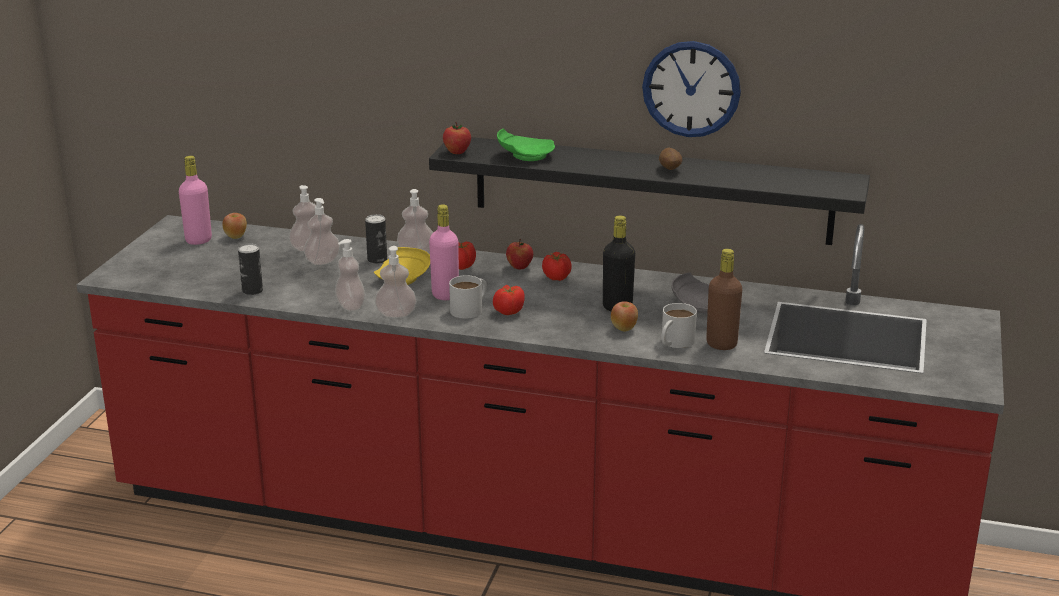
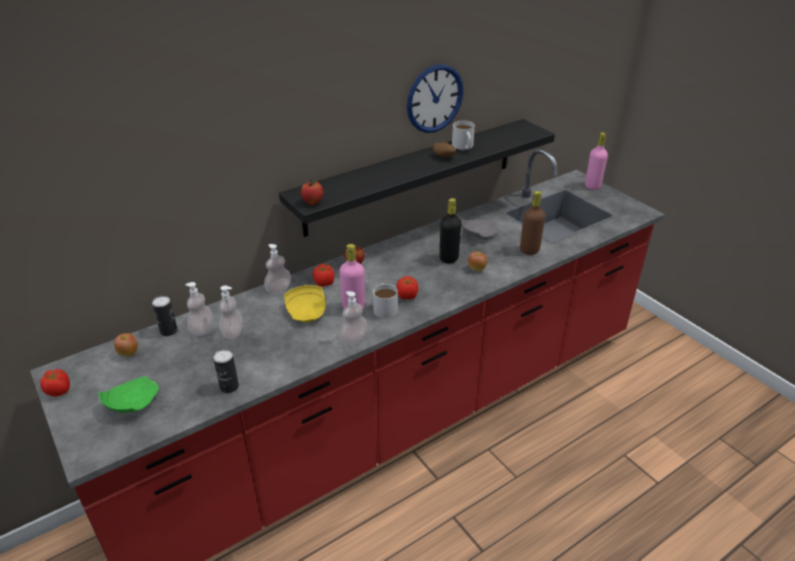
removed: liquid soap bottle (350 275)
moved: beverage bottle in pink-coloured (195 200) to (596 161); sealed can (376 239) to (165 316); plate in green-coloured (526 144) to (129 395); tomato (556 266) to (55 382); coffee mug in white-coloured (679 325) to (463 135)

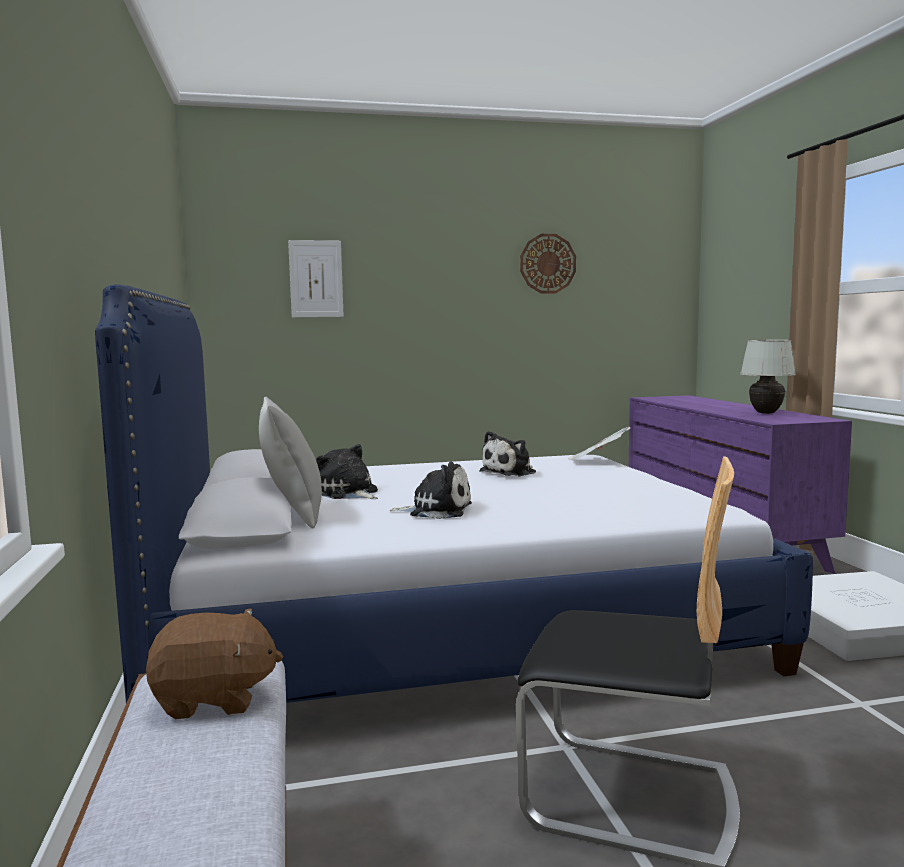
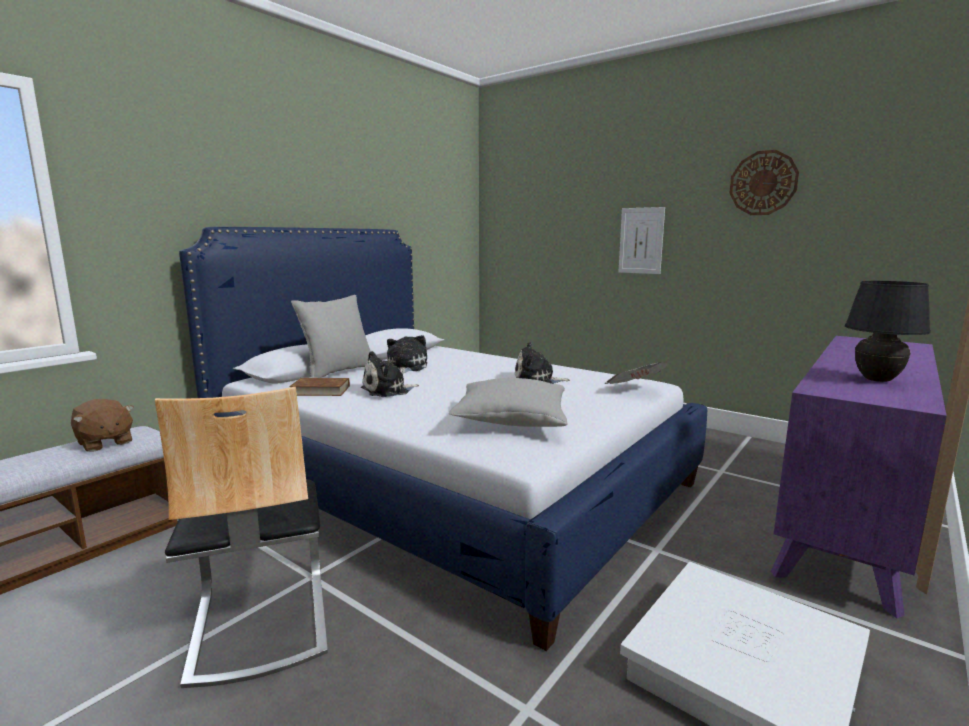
added: volume in brown (319 387); cushion in grey (508 402)
moved: picture (316 278) to (641 240)
recoloured: tabletop lamp in white-coloured (768 377) to tabletop lamp in blackish (888 331)
turned: plush toy (431 490) = (390 374) 90 degrees clockwise

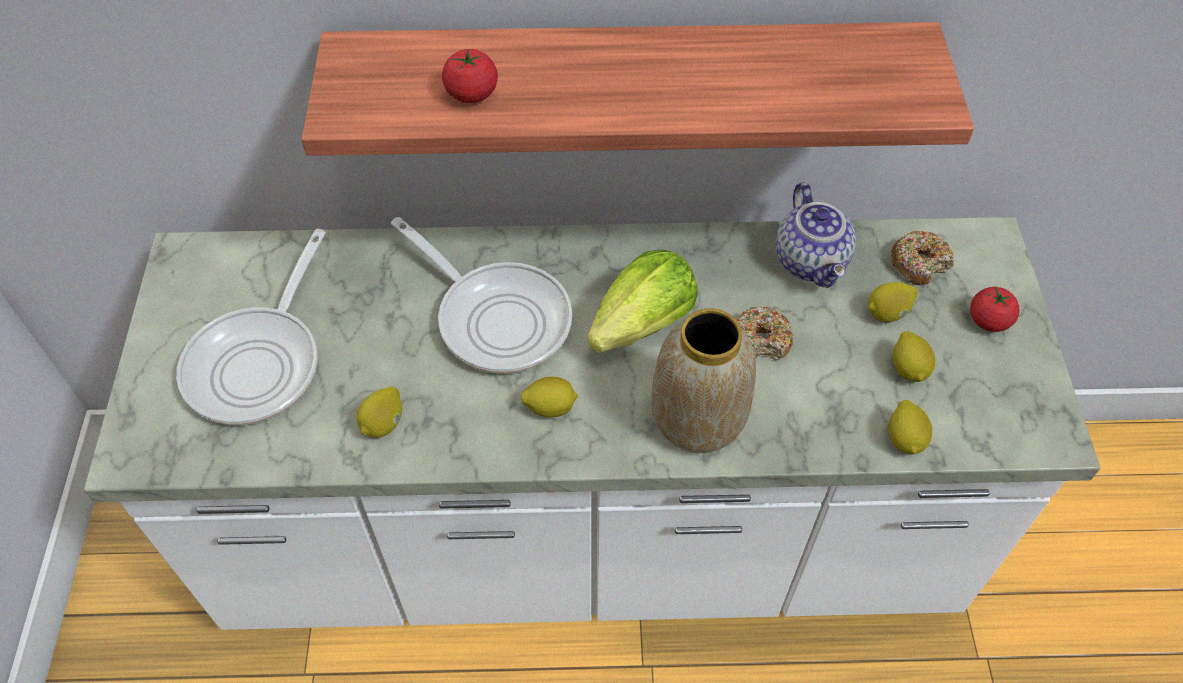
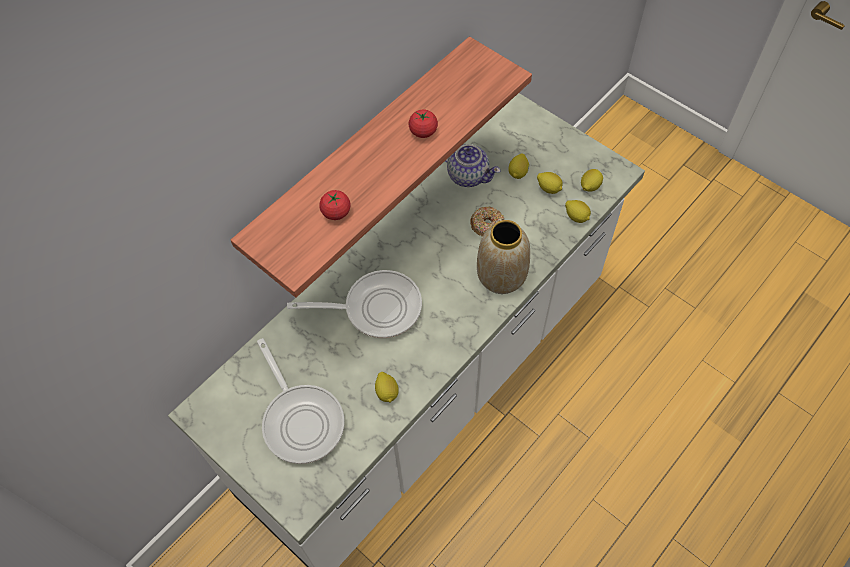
removed: lettuce (642 301); donut (922 258)
moved: whole lemon (549 397) to (592 180); tomato (994 309) to (423 123)

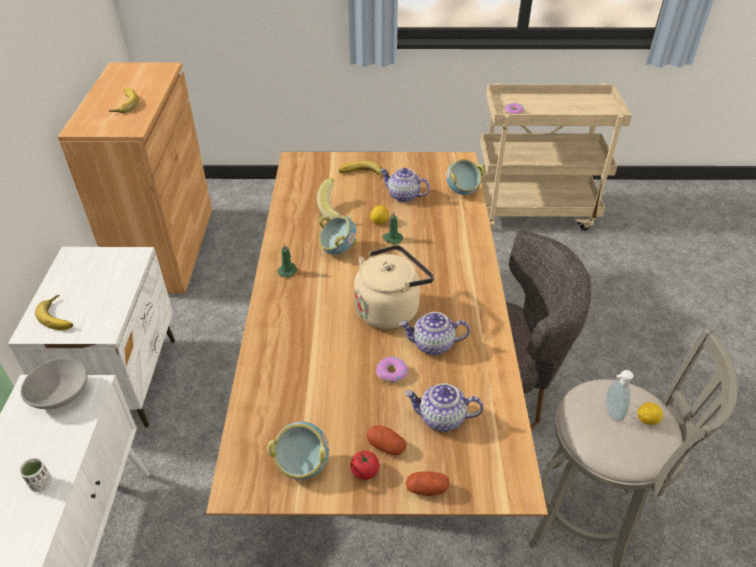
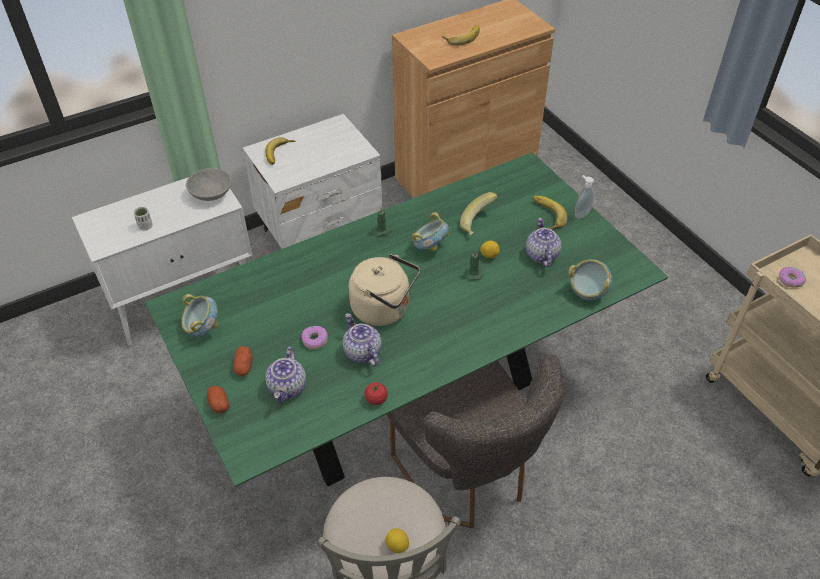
moved: tomato (364 465) to (376 393); liquid soap bottle (619 396) to (585 197)
recoloured: dinner table in brown (377 334) to dinner table in green-coloured (406 319)
turned: pot for tea (444 407) = (285 375) 150 degrees counterclockwise

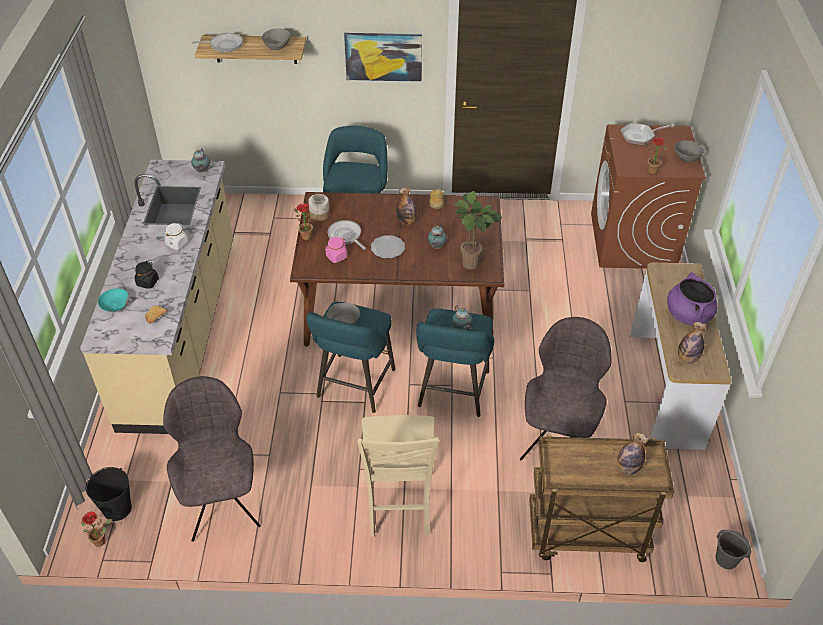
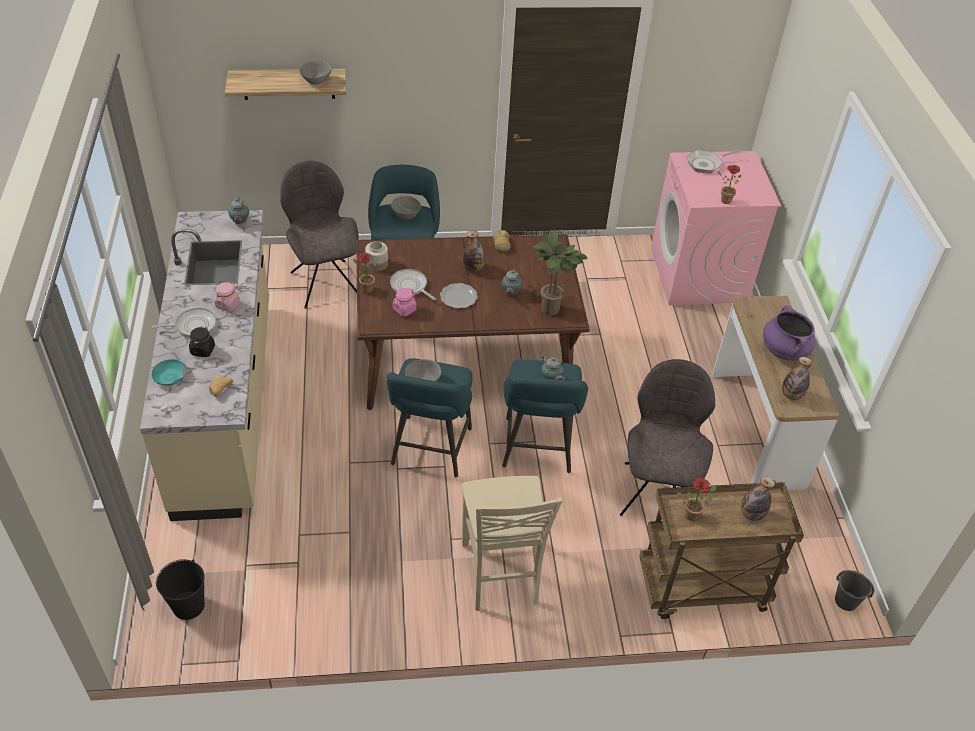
removed: picture (383 57)
moved: plant in a pot (96 529) to (697 499); chair in grey (212 459) to (319 235); frying pan (217 42) to (184 323); deep dish in grey (689 151) to (406 208)
recoloured: storage jar in white-coloured (176 236) to storage jar in pink-coloured (227 297); laundry appliance in brown (648 196) to laundry appliance in pink-coloured (716 228)

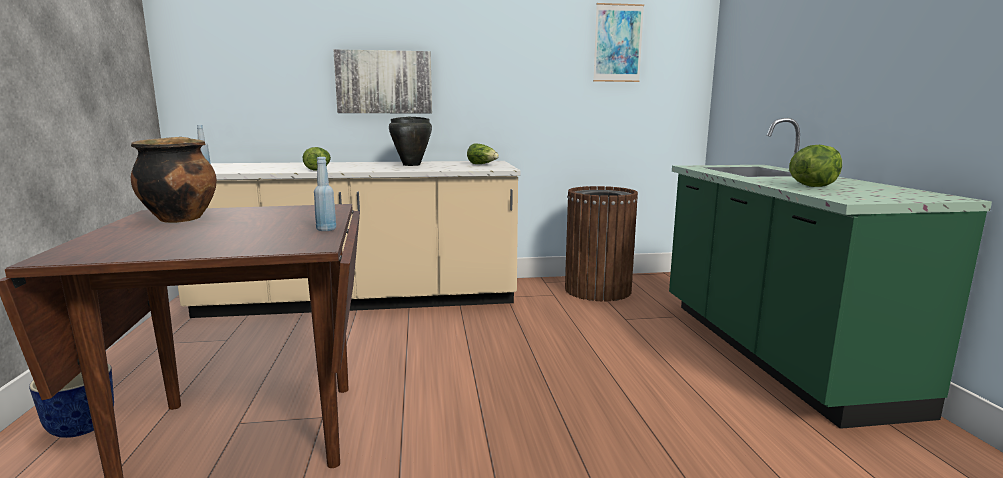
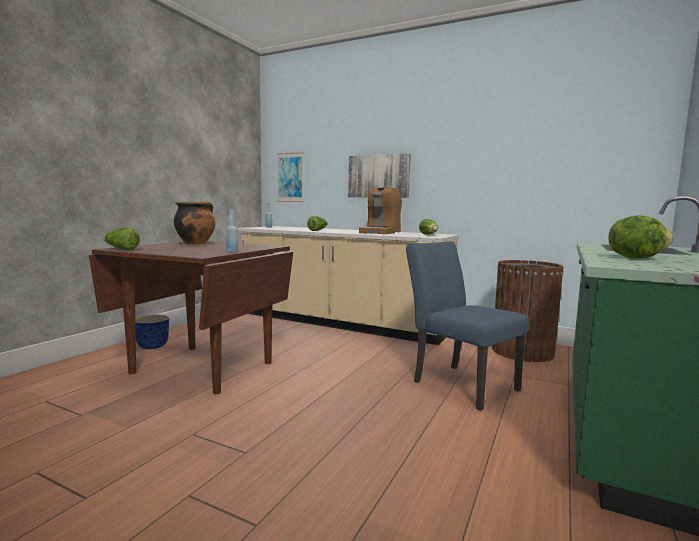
added: lettuce (121 238); chair in blue (467 326)
moved: picture (618 42) to (290 177)
replaced: stockpot in blackish (410 141) to coffee brewer (380 210)

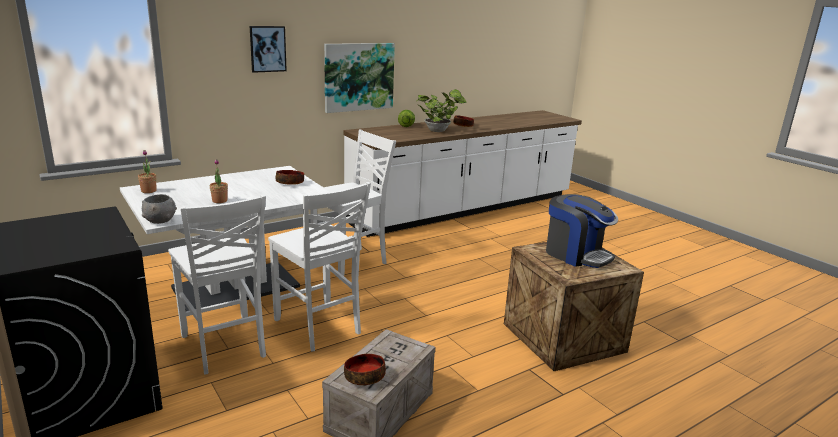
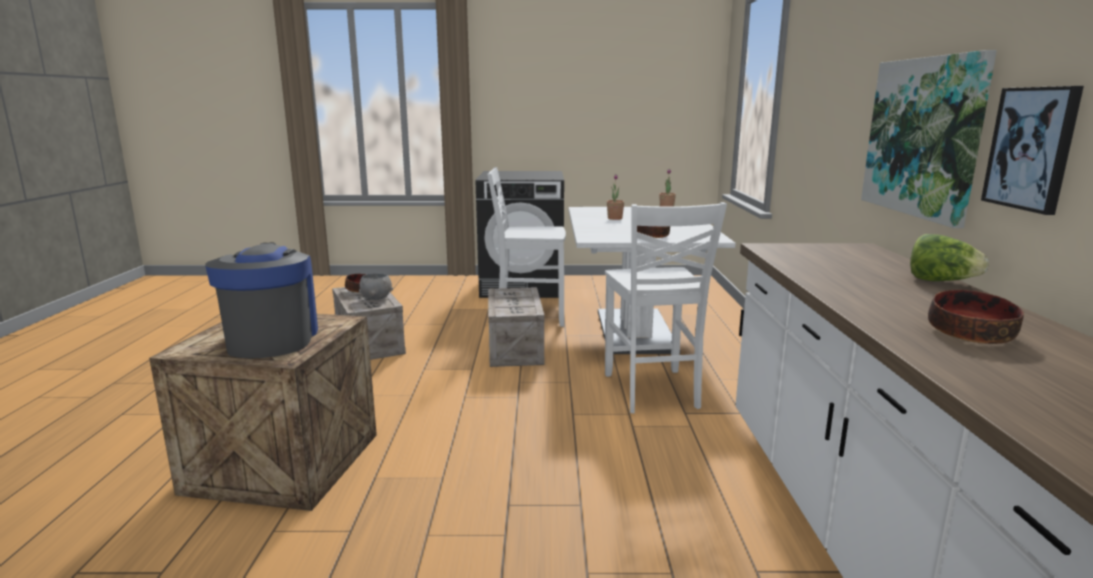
removed: plant in a pot (441 110)
moved: deep dish in grey (159 209) to (376 286); picture (268 49) to (1032 150)
replaced: chair in white-coloured (319 267) to crate (516 327)
turned: coffee brewer (582 231) = (261 300) 90 degrees clockwise

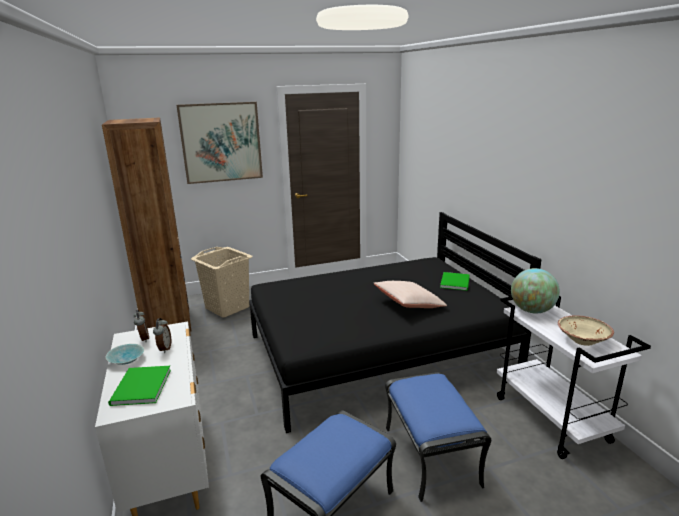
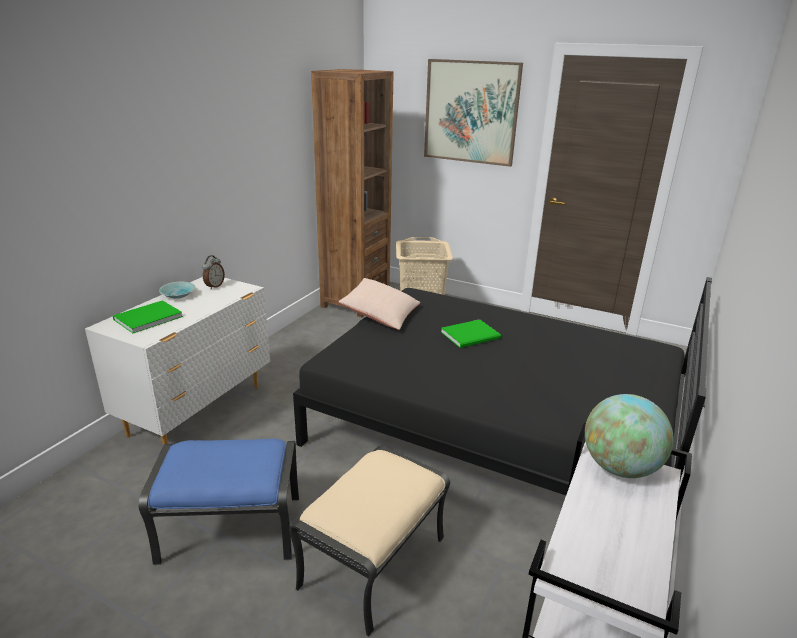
removed: bedside clock (162 335); deep dish in sand-coloured (586 330)
moved: cushion in sand-coloured (410 294) to (379 304); volume in green-coloured (455 281) to (471 333)
recoloured: ottoman in blue (438 437) to ottoman in sand-coloured (369 541)

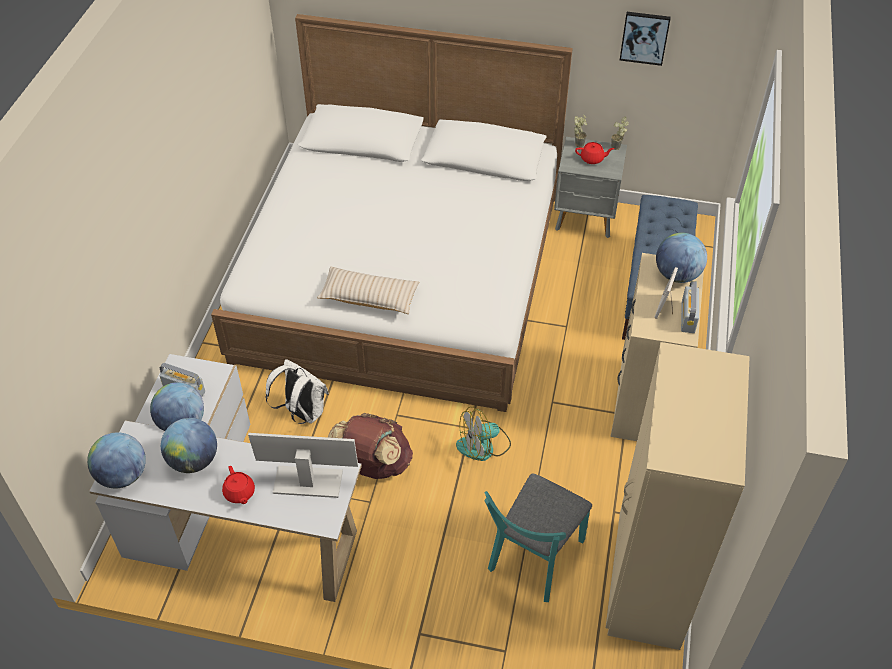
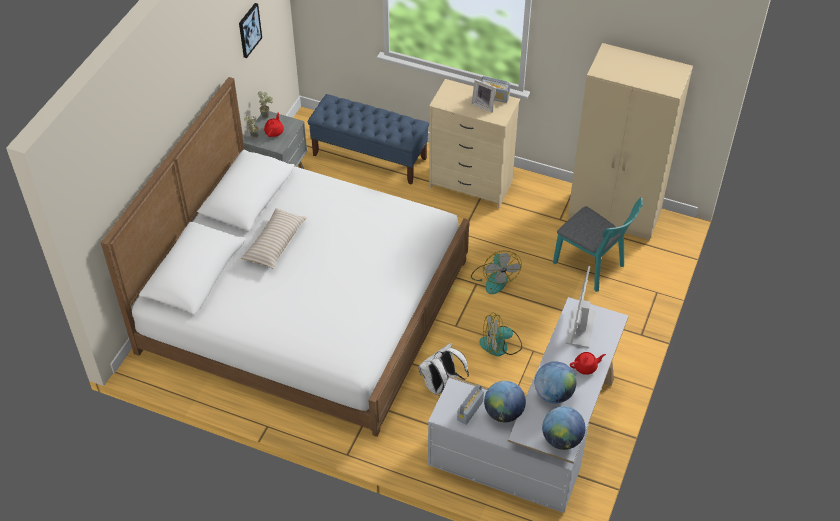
removed: globe (681 258)
moved: cushion in sand-coloured (368 290) to (274 238)
replaced: backpack in brown (370 446) to fan (500 334)

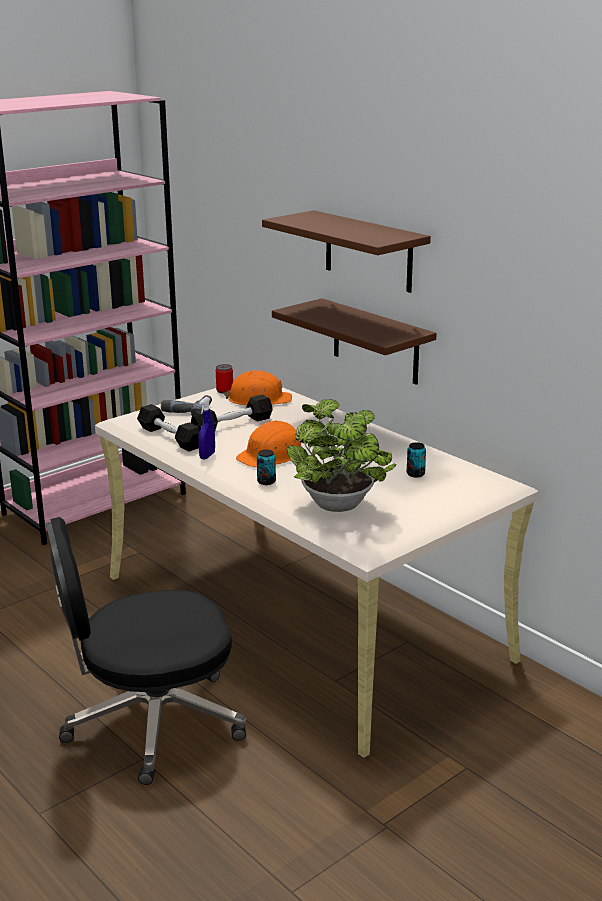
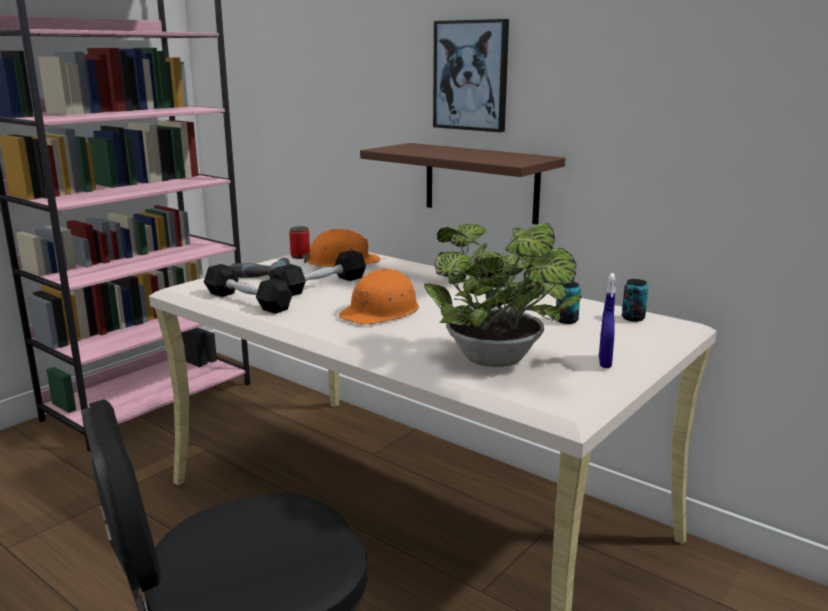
moved: hand sprayer in blue (206 428) to (607 320); sealed can (266 467) to (635 300)
replaced: shelf in brown (346 251) to picture (471 75)

